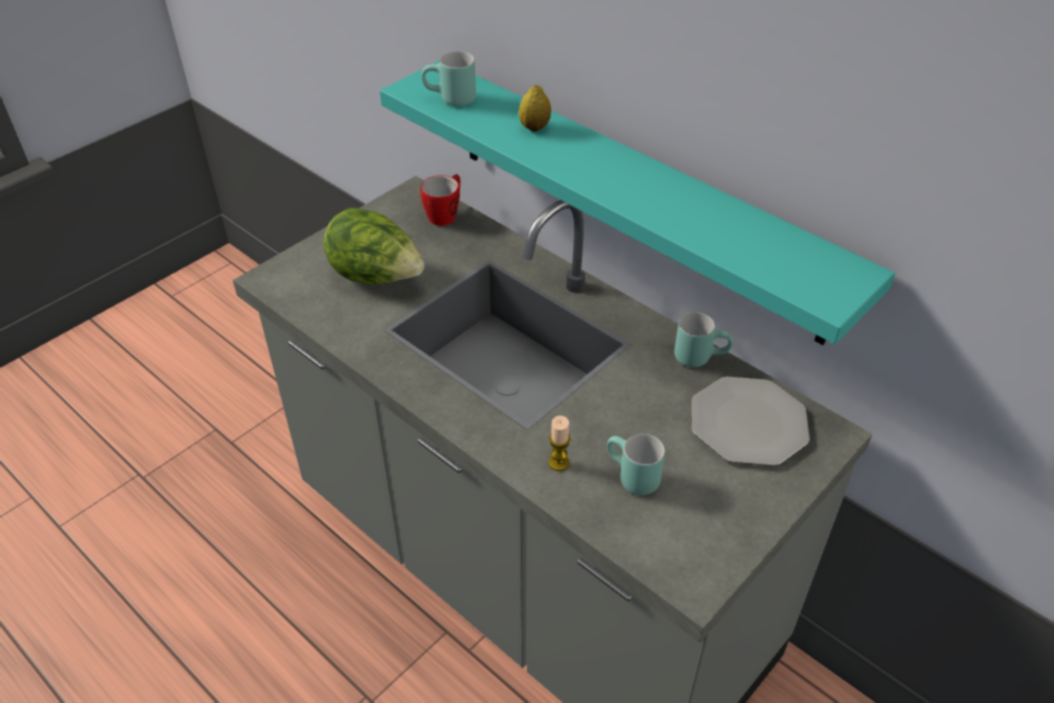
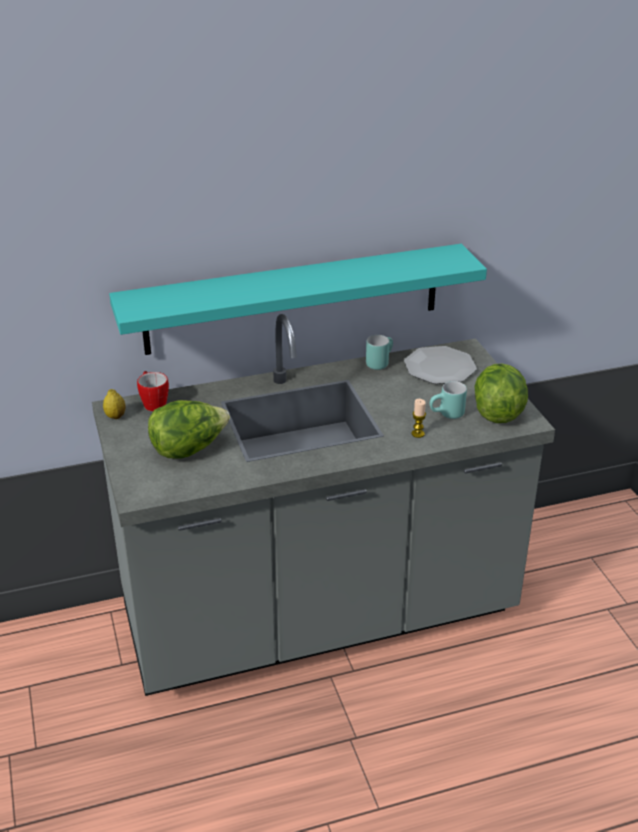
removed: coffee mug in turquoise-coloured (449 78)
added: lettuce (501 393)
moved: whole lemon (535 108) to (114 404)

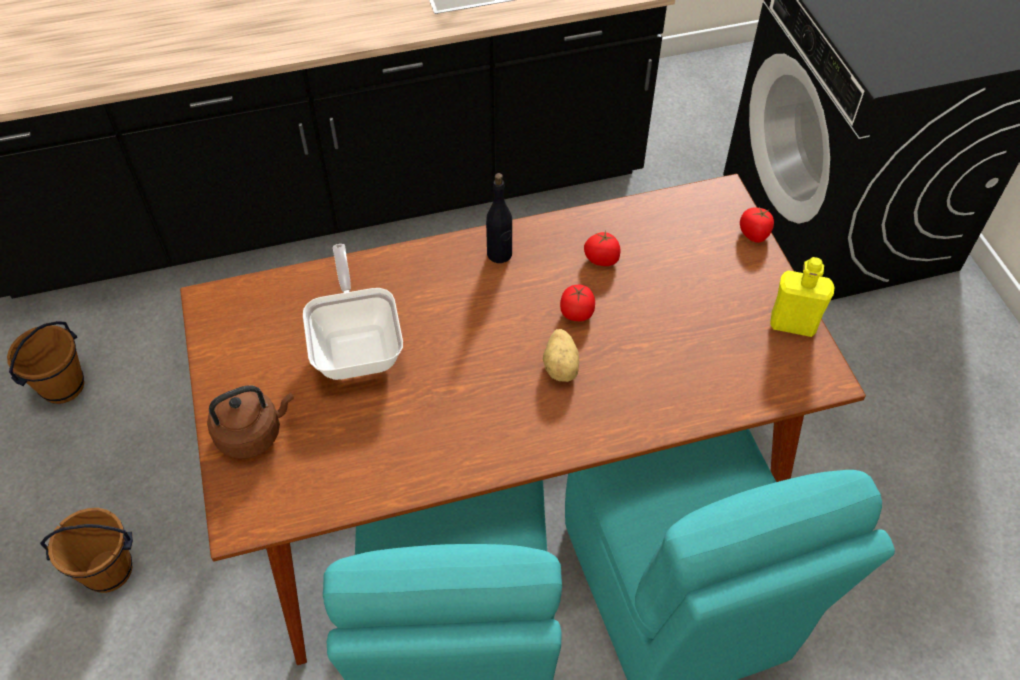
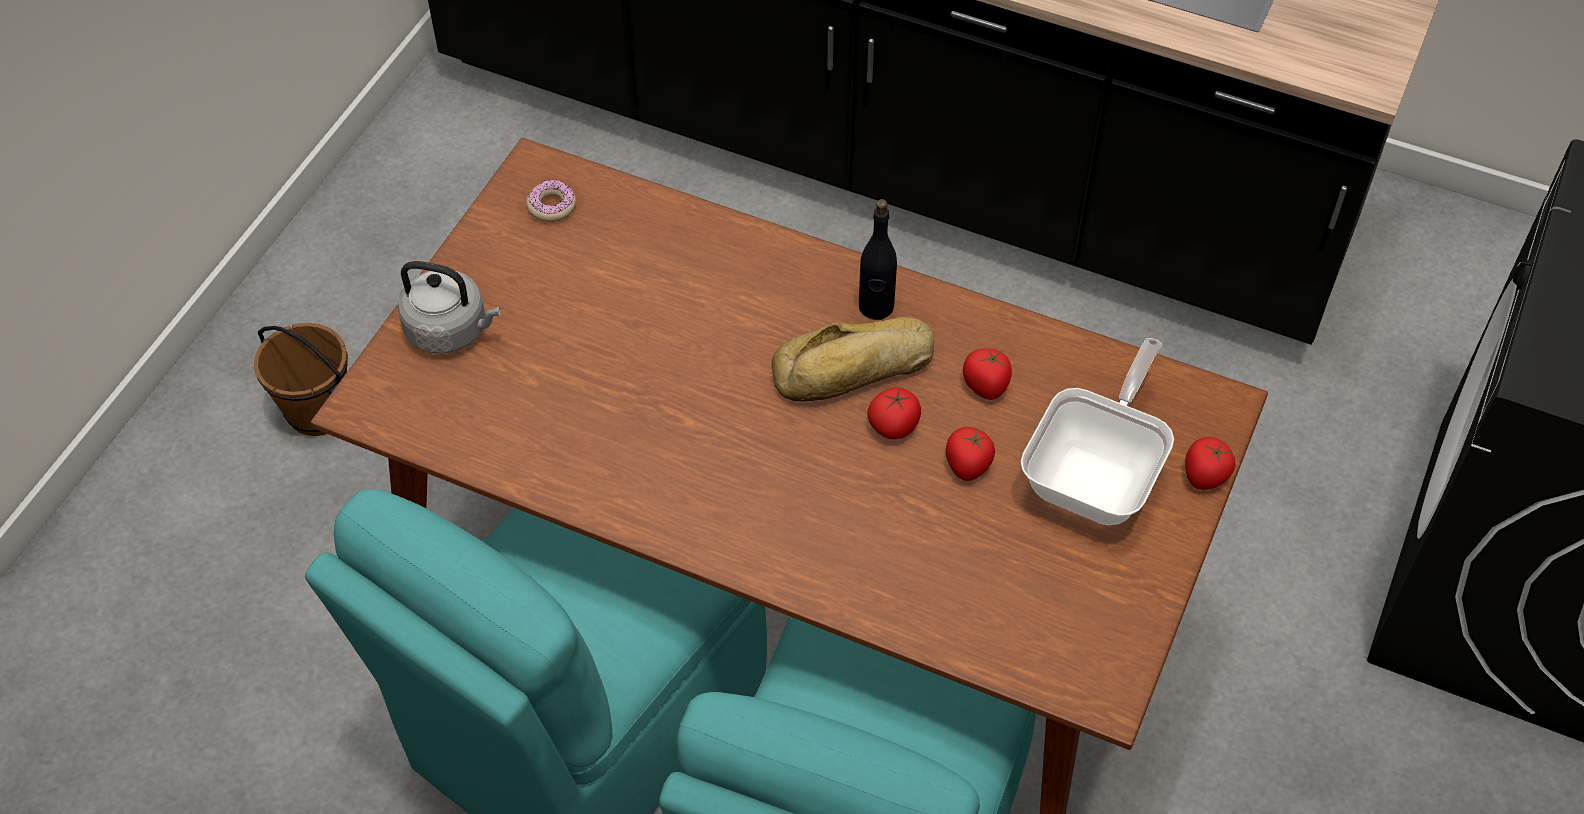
removed: water bucket in brown (45 362); potato (561 355); beverage bottle in yellow (802 297)
added: donut (551 201); bread (853 359); tomato (970 454)
moved: frying pan (353 312) to (1097 431)
recoloured: kettle in brown (250 421) to kettle in grey (449 307)

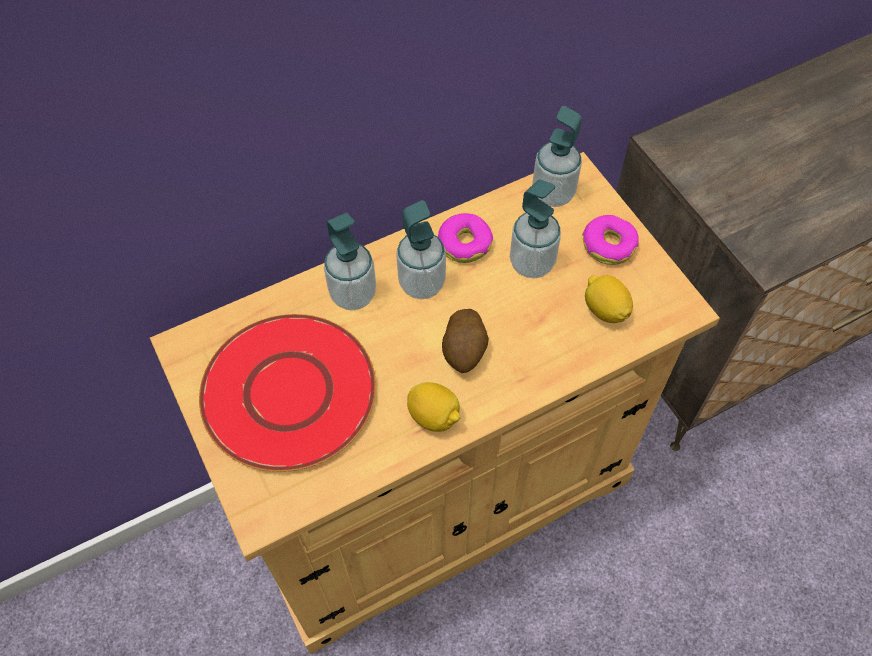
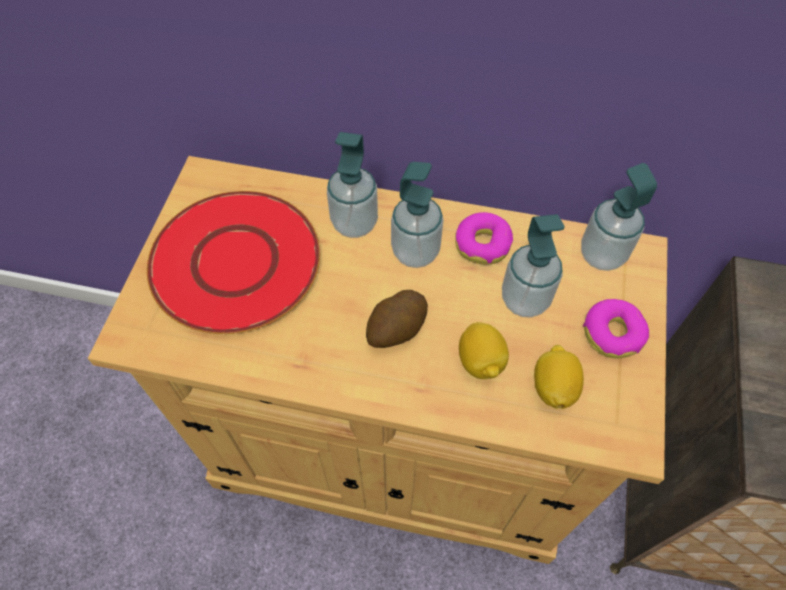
moved: whole lemon (434 407) to (484 350)

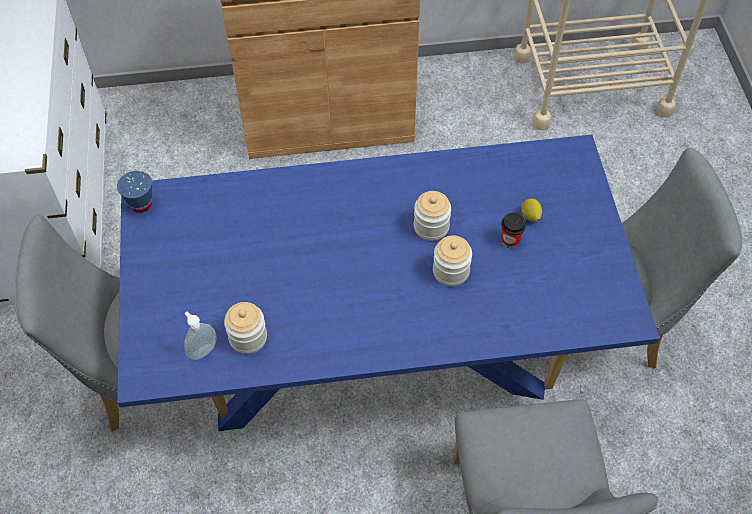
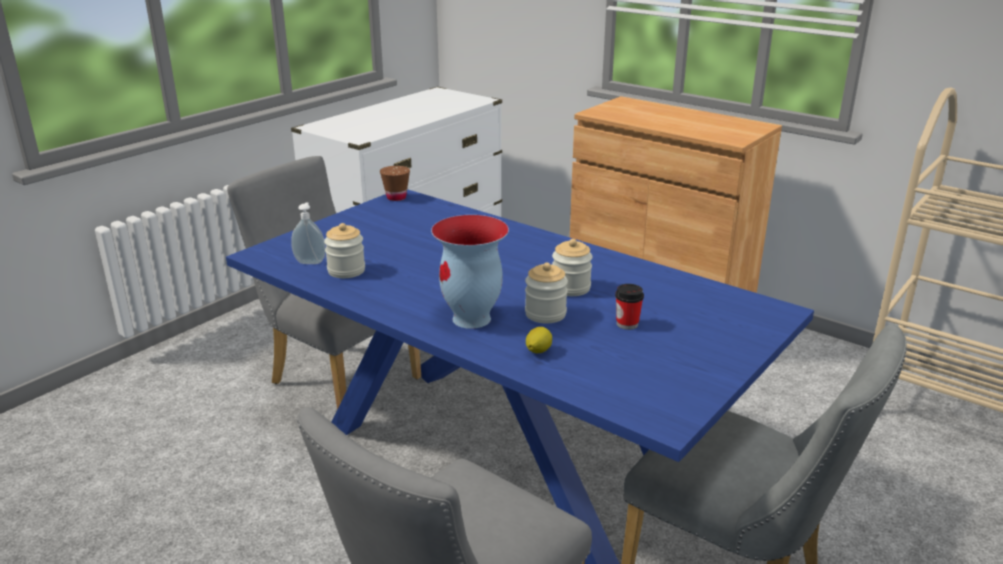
added: vase (470 272)
moved: whole lemon (531 210) to (539 340)
recoloured: drinking cup in blue (134 192) to drinking cup in brown (395 183)

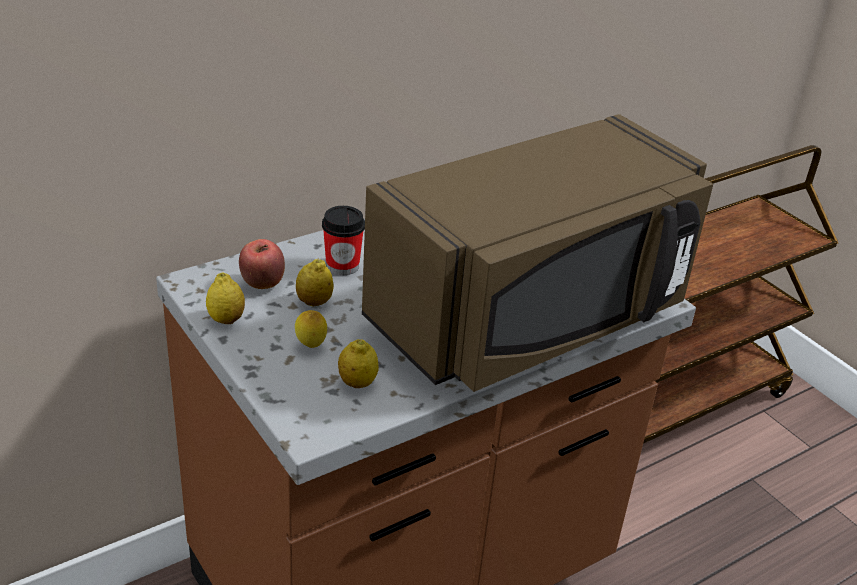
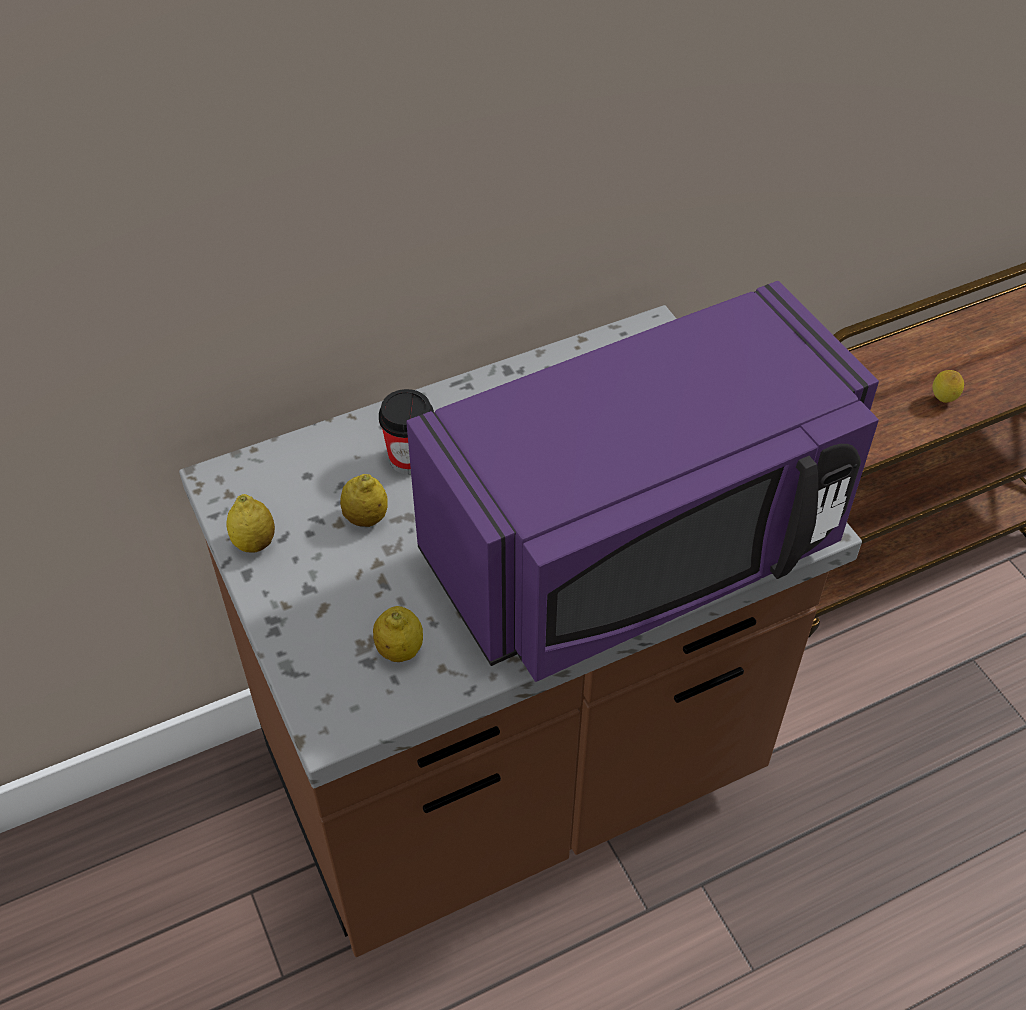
removed: apple fruit (262 264)
moved: whole lemon (311 329) to (948 386)
recoloured: kitchen microwave in brown (537 253) to kitchen microwave in purple (642 481)

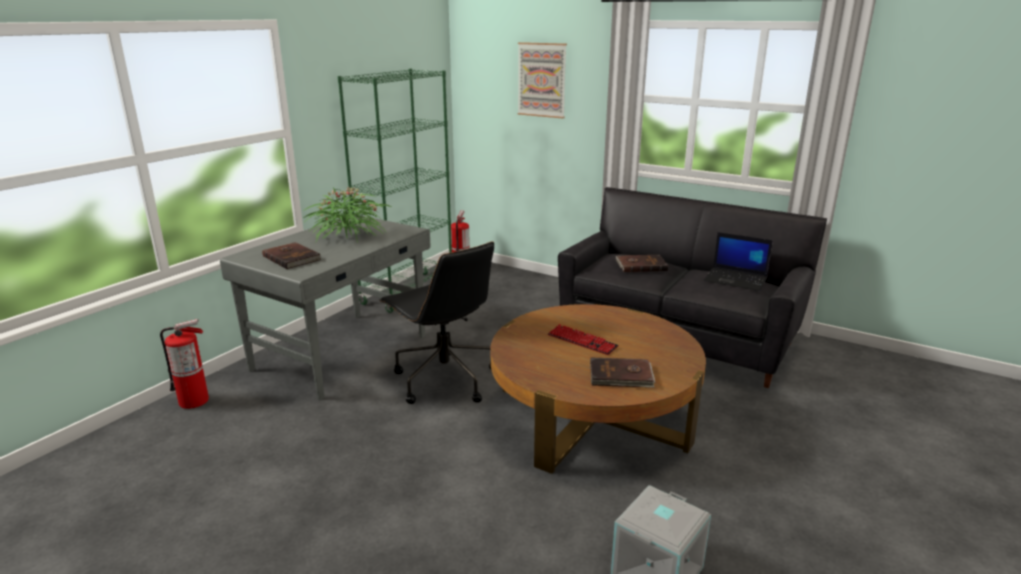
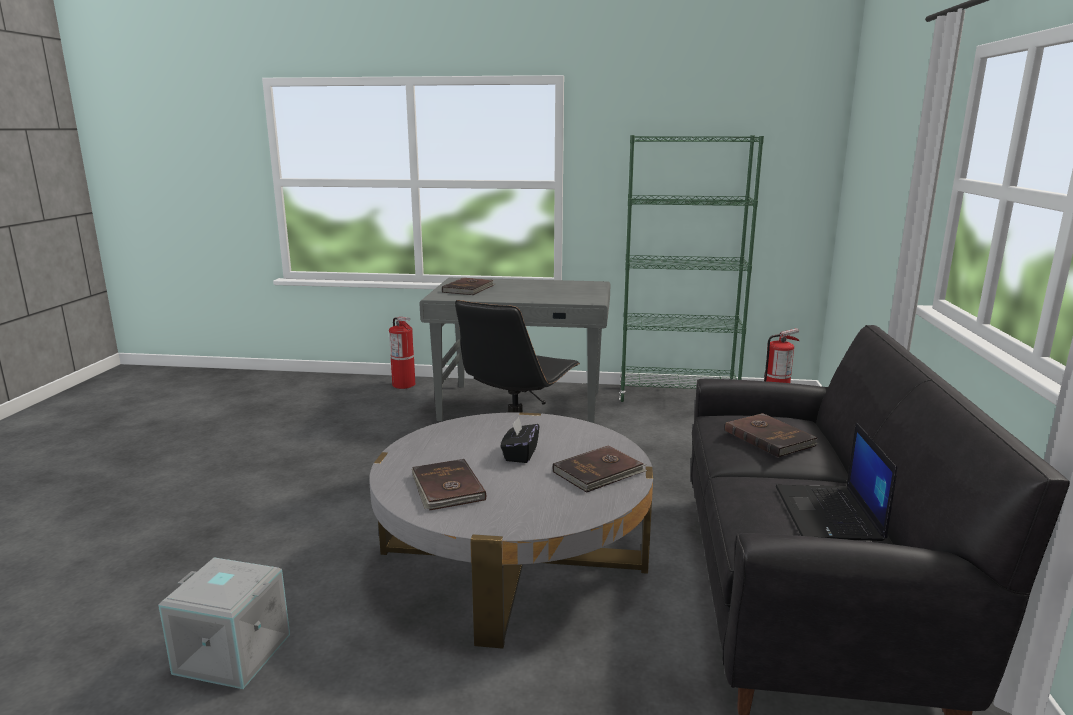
removed: plant in a pot (347 215); picture (542 80)
added: volume in brown (600 469)
replaced: PC keyboard (583 339) to tissue box in blackish (520 440)
recoloured: lounge table in brown (598 389) to lounge table in grey (511 530)

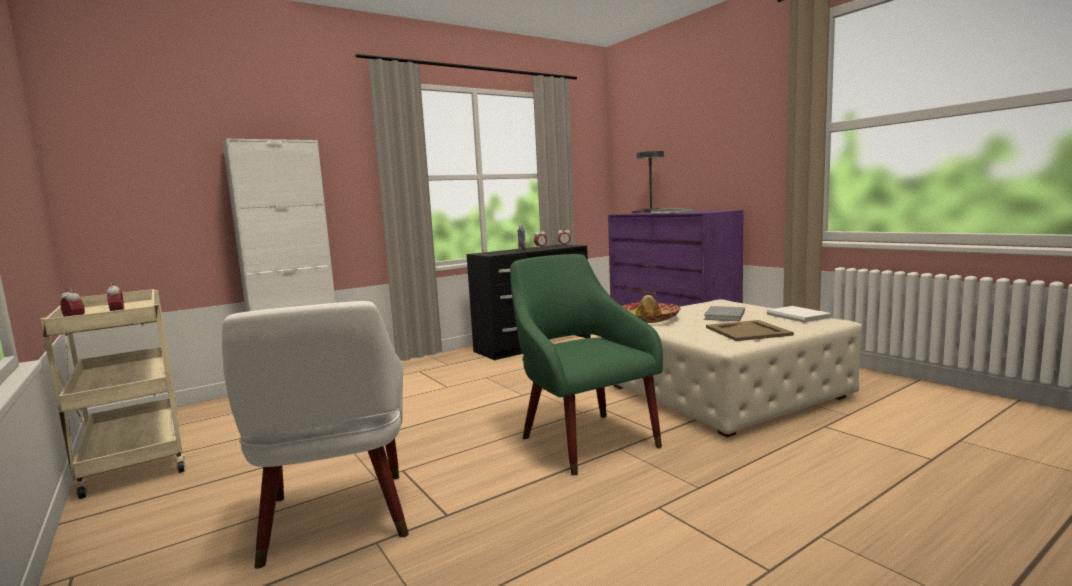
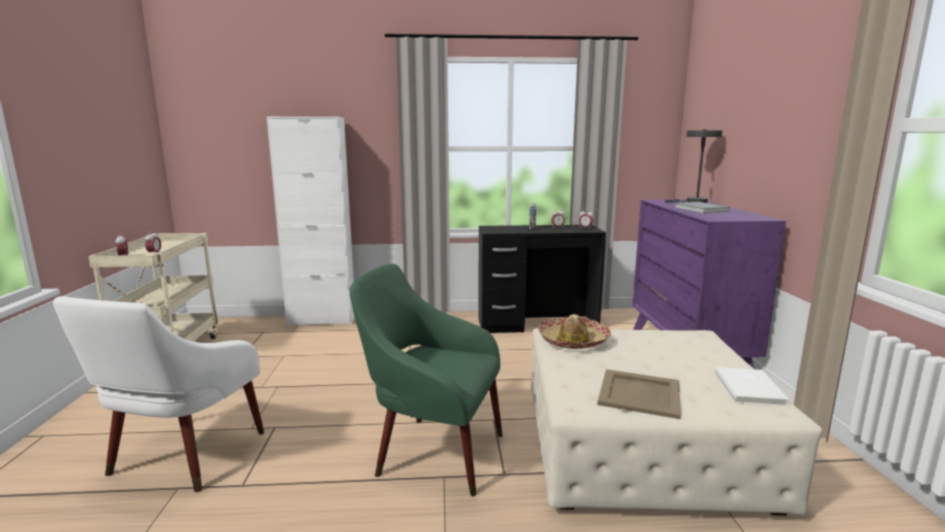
removed: volume in grey (724 313)
turned: armchair in green-coloured (586 365) = (426 380) 75 degrees counterclockwise

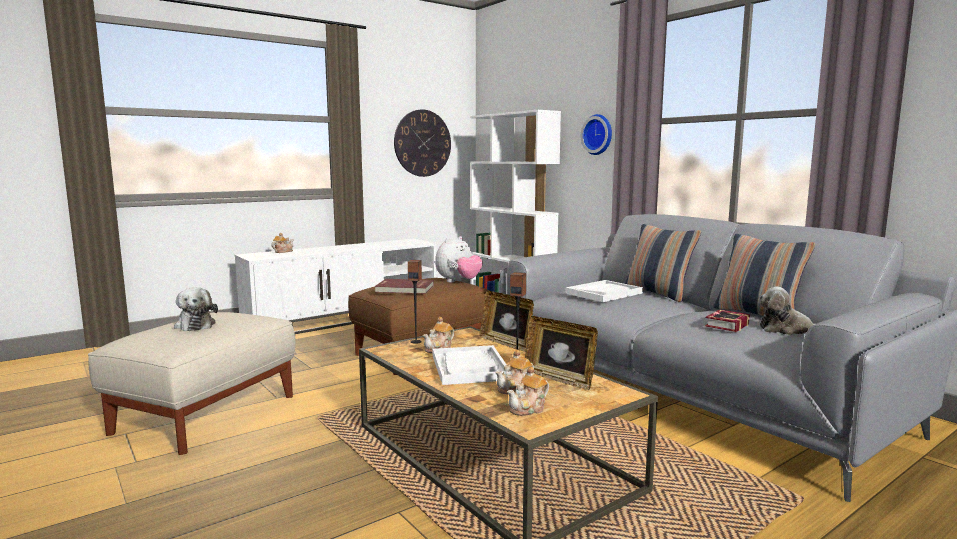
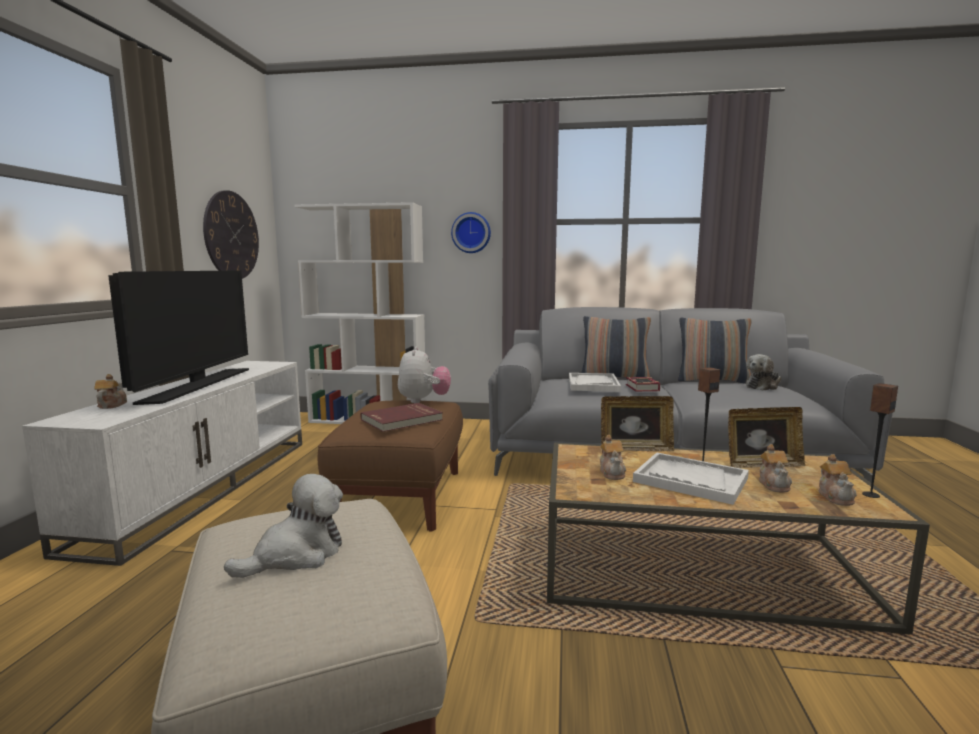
added: TV set (178 337)
moved: audio speaker (415 302) to (880 440); volume (727 321) to (643 384)
turned: plush toy (196 309) = (283 526) 60 degrees counterclockwise

